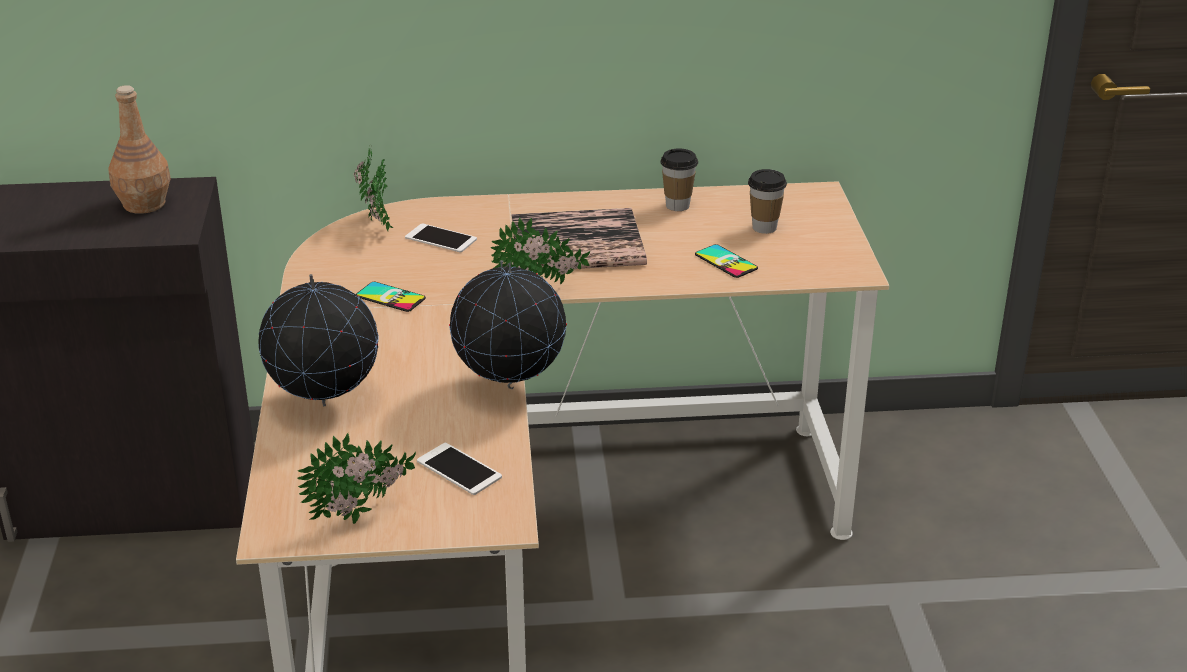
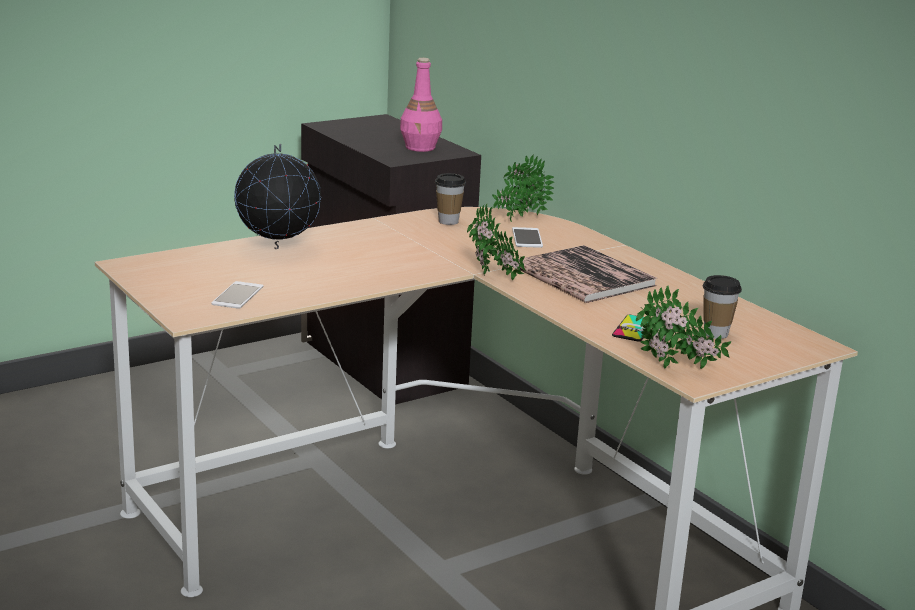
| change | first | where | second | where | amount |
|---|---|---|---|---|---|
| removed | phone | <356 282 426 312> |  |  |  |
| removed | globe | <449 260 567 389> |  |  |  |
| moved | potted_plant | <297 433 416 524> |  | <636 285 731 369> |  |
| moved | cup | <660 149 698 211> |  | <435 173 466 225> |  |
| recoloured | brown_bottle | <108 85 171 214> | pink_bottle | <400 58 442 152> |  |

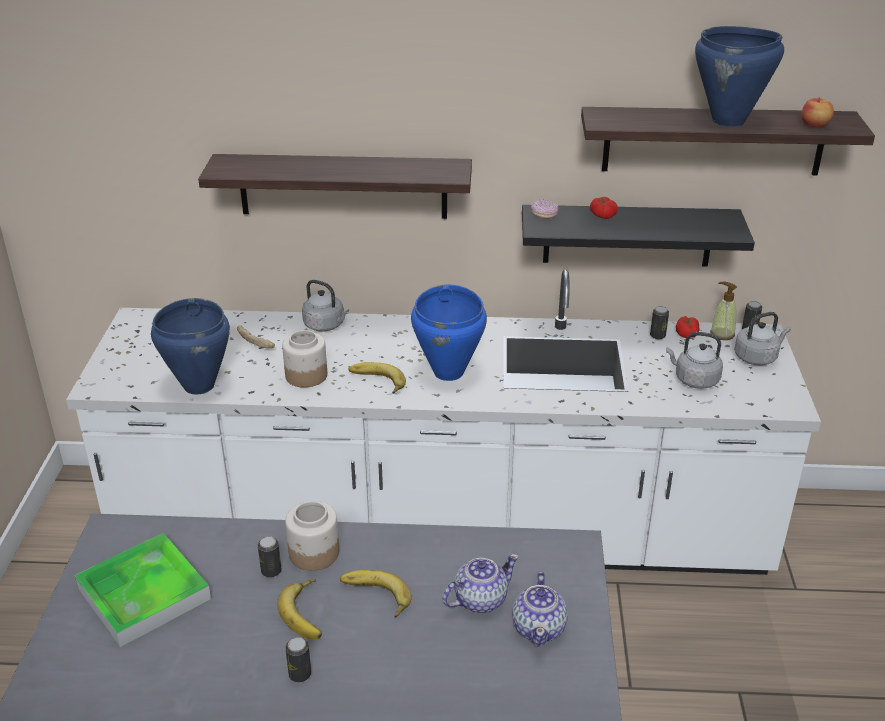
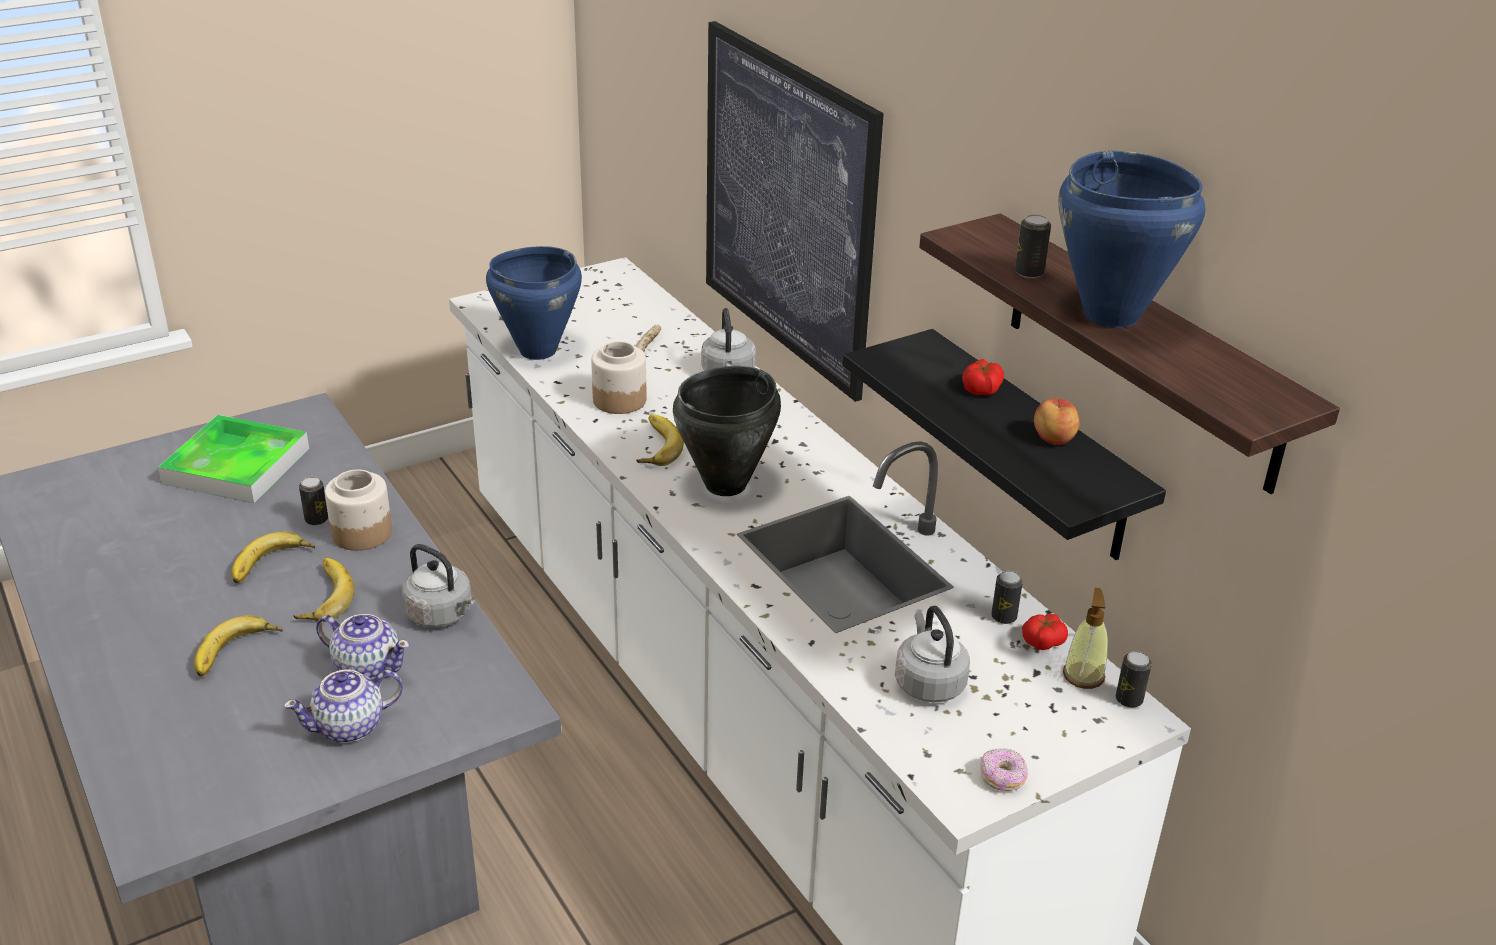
| change | first | where | second | where | amount |
|---|---|---|---|---|---|
| added |  |  | banana | <194 615 283 677> |  |
| moved | can | <285 637 311 682> |  | <1015 215 1051 278> |  |
| moved | donut | <531 199 558 219> |  | <980 749 1028 791> |  |
| moved | grey_kettle | <734 312 791 365> |  | <402 544 475 627> |  |
| moved | apple | <801 97 834 127> |  | <1034 398 1080 445> |  |
| replaced | shelf | <198 154 472 219> | picture | <706 21 884 402> |  |
| recoloured | blue_cooking_pot | <411 284 487 381> | black_cooking_pot | <673 366 781 496> |  |

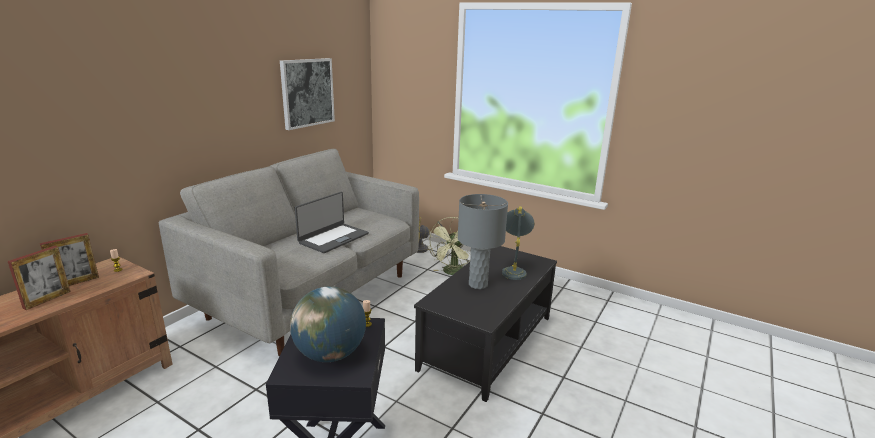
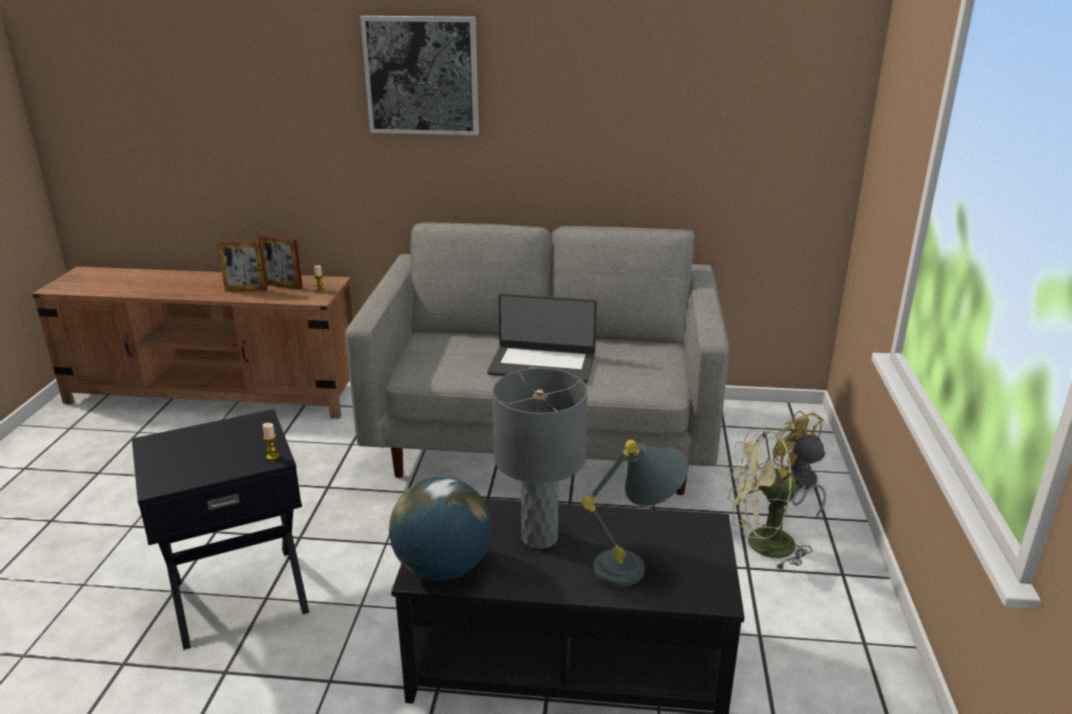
| change | first | where | second | where | amount |
|---|---|---|---|---|---|
| moved | picture | <280 58 335 130> |  | <360 16 479 135> |  |
| moved | globe | <290 286 366 362> |  | <389 477 492 581> |  |

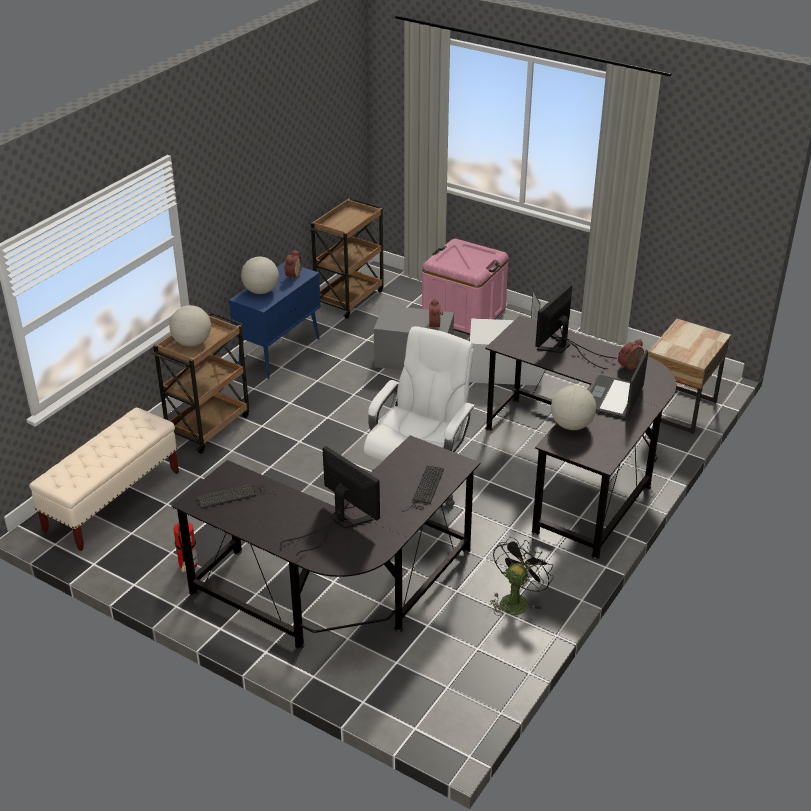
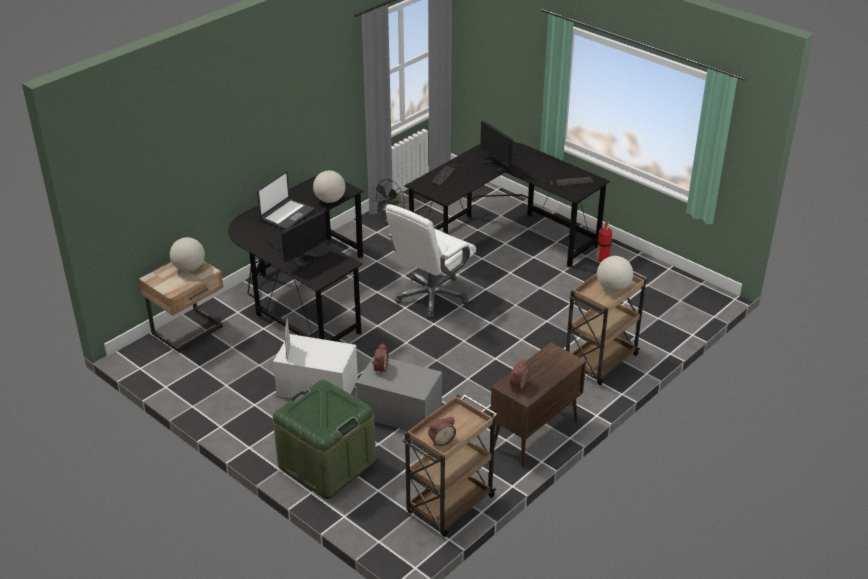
| change | first | where | second | where | amount |
|---|---|---|---|---|---|
| removed | beige_bench | <29 408 179 551> |  |  |  |
| moved | globe | <241 256 279 294> |  | <170 237 205 272> |  |
| moved | alarm_clock | <618 339 644 370> |  | <428 417 456 446> |  |
| recoloured | blue_cabinet | <229 262 321 379> | brown_cabinet | <490 343 586 467> |  |
| recoloured | pink_storage_box | <422 239 508 335> | green_storage_box | <273 380 376 499> |  |

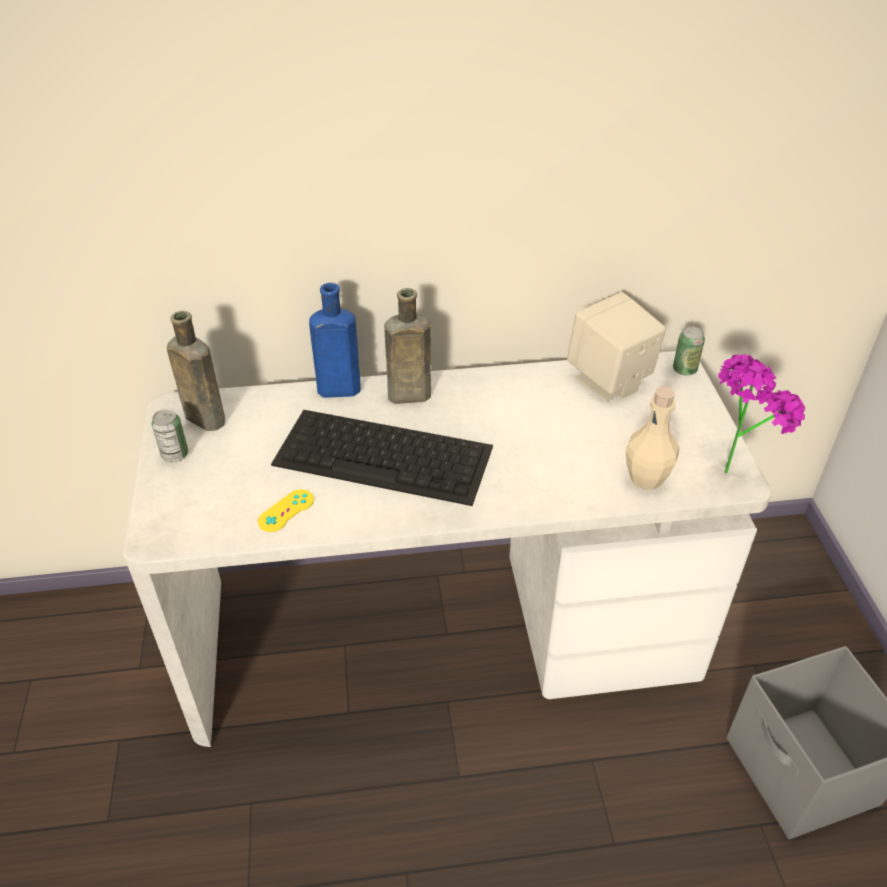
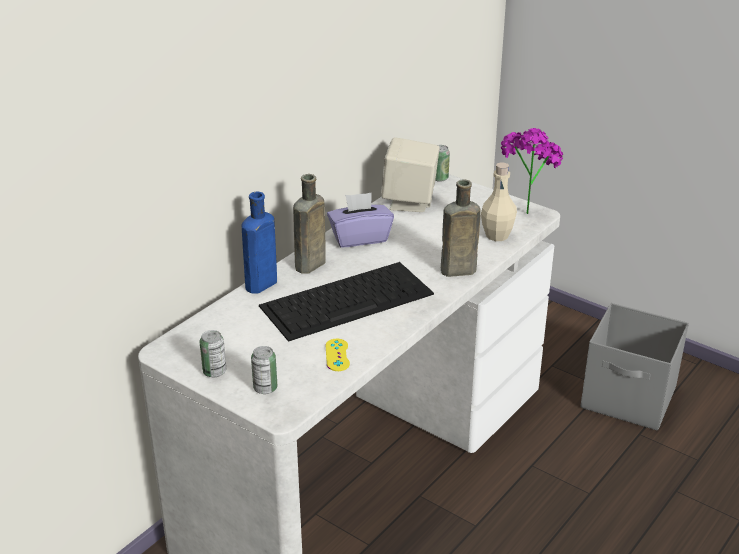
| change | first | where | second | where | amount |
|---|---|---|---|---|---|
| added |  |  | can | <251 346 278 394> |  |
| added |  |  | purple_tissue_box | <327 192 394 248> |  |
| moved | brown_bottle | <167 311 225 431> |  | <441 179 481 277> |  |

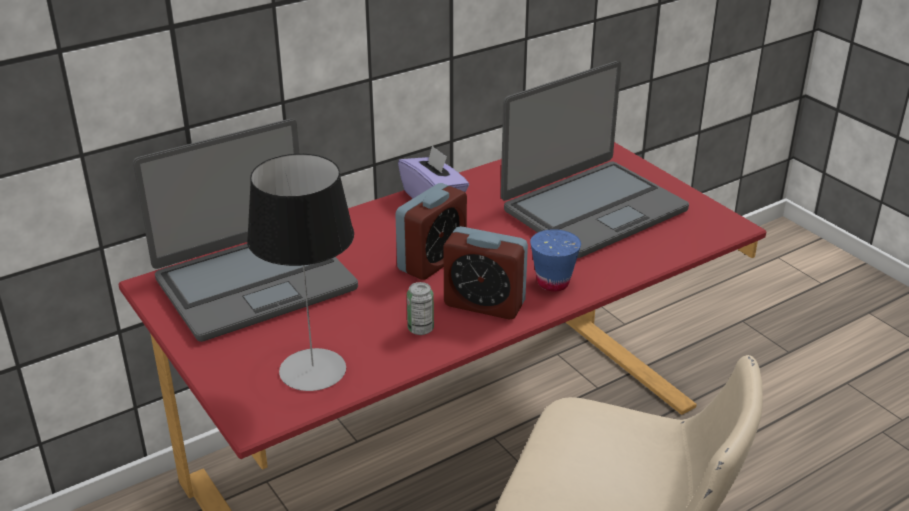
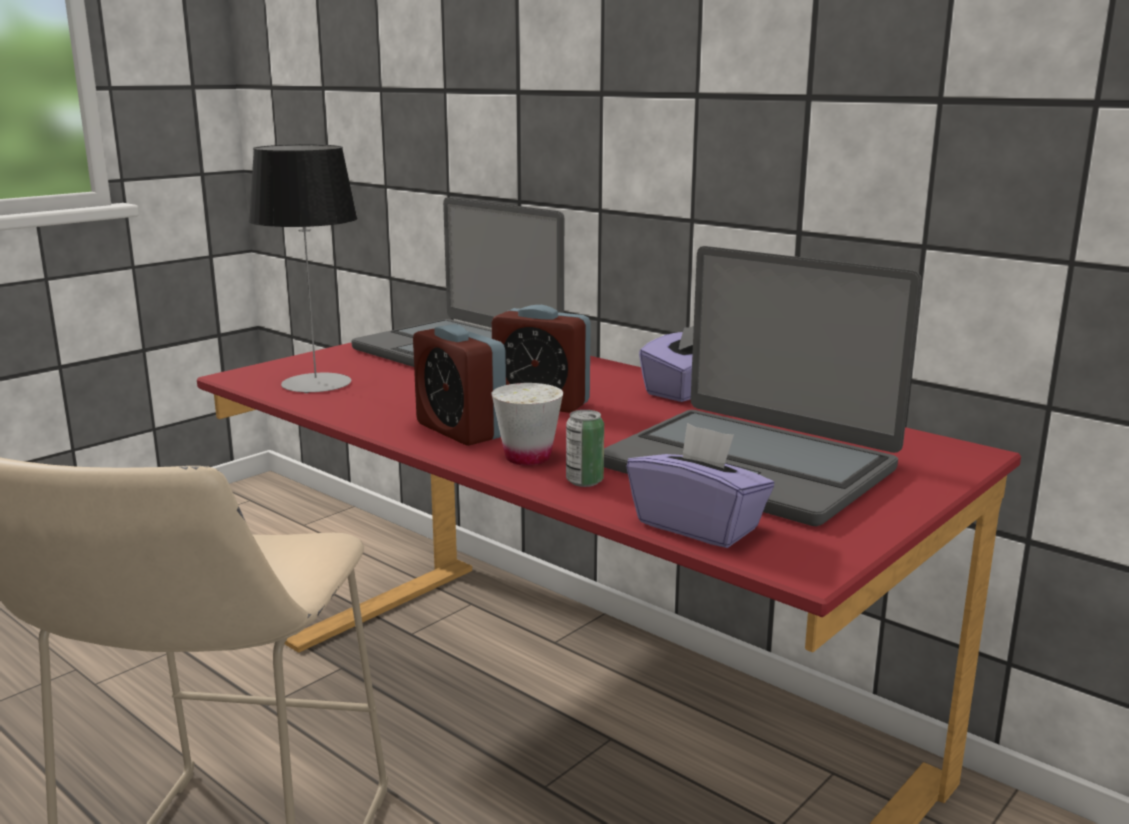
| change | first | where | second | where | amount |
|---|---|---|---|---|---|
| added |  |  | purple_tissue_box | <626 423 774 548> |  |
| moved | can | <407 282 434 335> |  | <566 410 604 487> |  |
| recoloured | blue_cup | <530 229 581 291> | white_cup | <491 383 563 465> |  |
| turned | alarm_clock | <444 226 528 319> |  | <413 324 506 446> | 45 degrees counterclockwise |

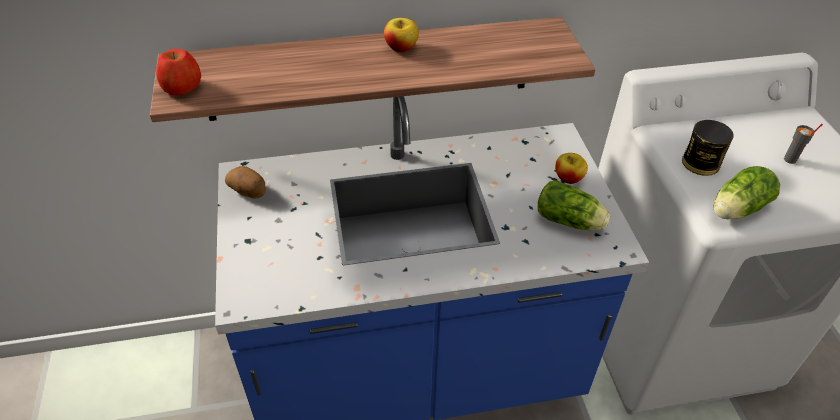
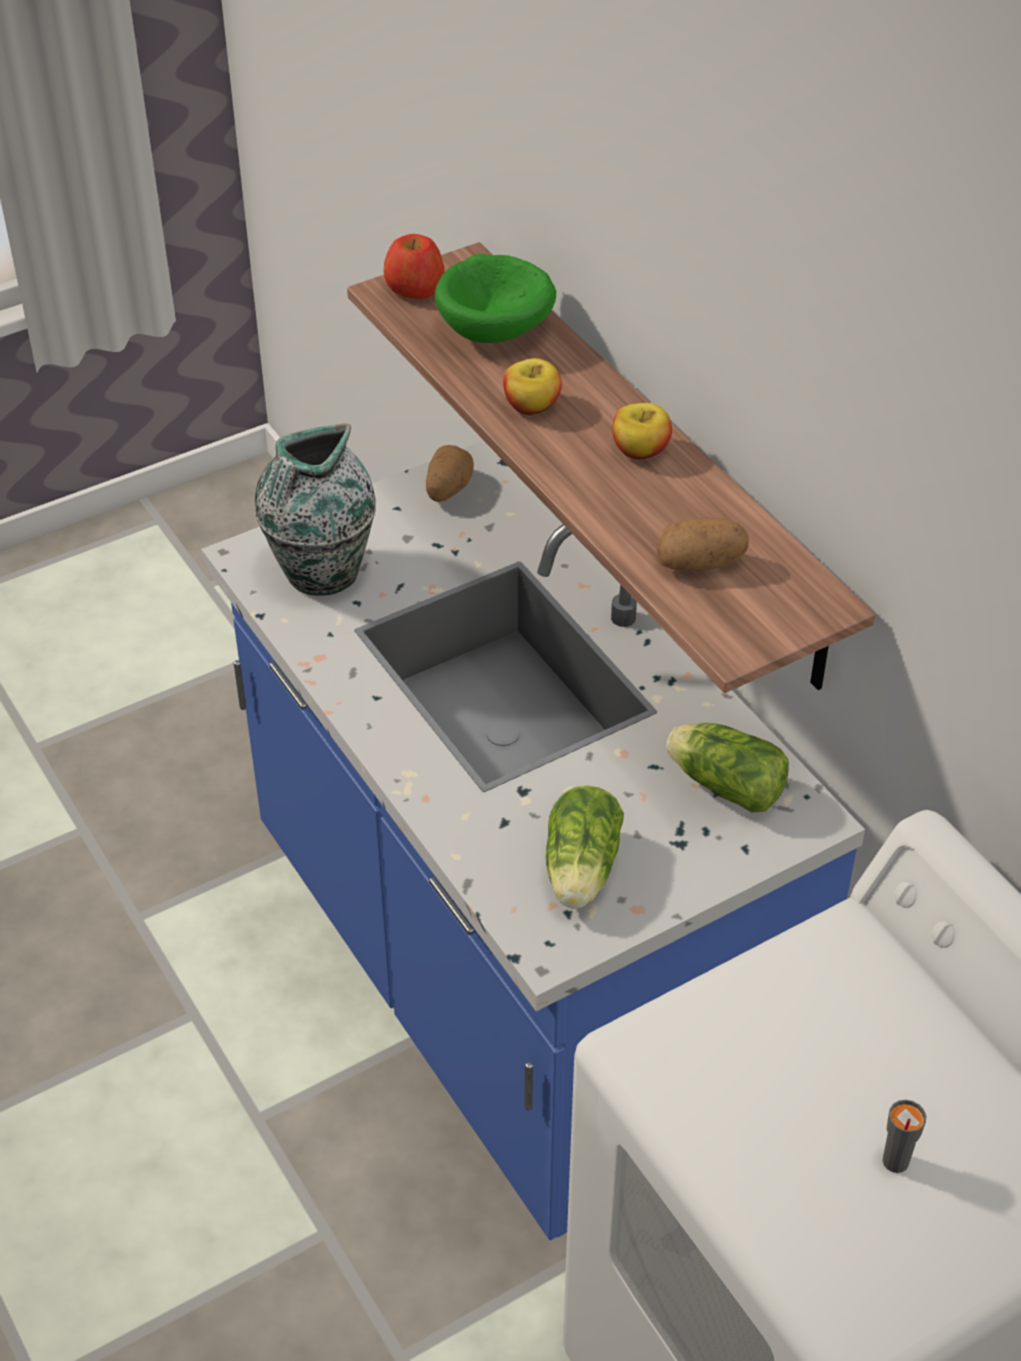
| change | first | where | second | where | amount |
|---|---|---|---|---|---|
| removed | can | <682 120 734 176> |  |  |  |
| added |  |  | vase | <255 424 376 596> |  |
| added |  |  | green_bowl | <435 254 556 343> |  |
| added |  |  | potato | <657 518 748 571> |  |
| moved | apple | <555 153 588 184> |  | <503 358 562 415> |  |
| moved | lettuce | <713 166 780 219> |  | <666 723 789 812> |  |

